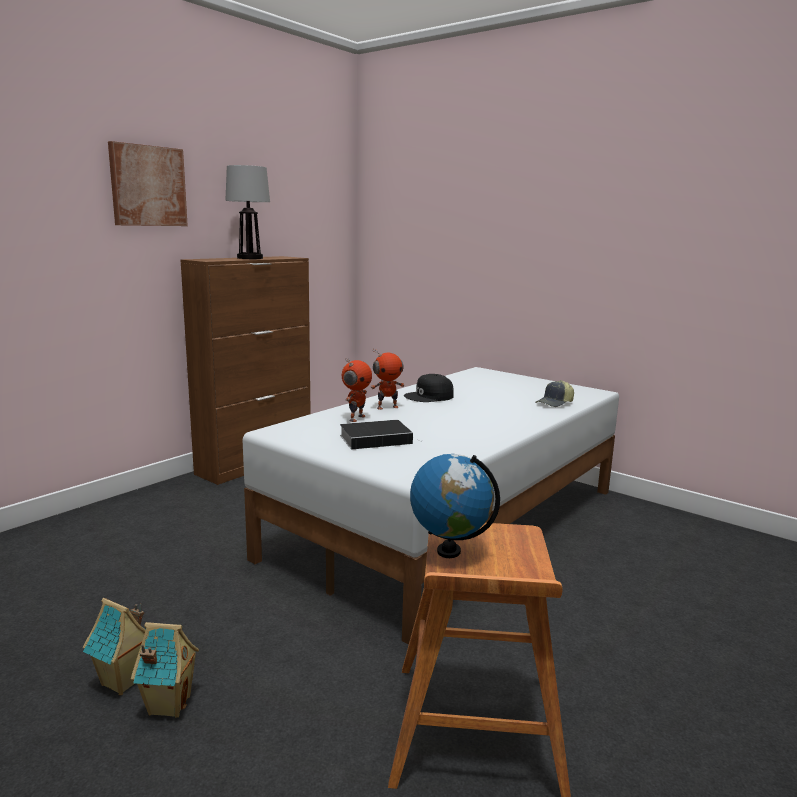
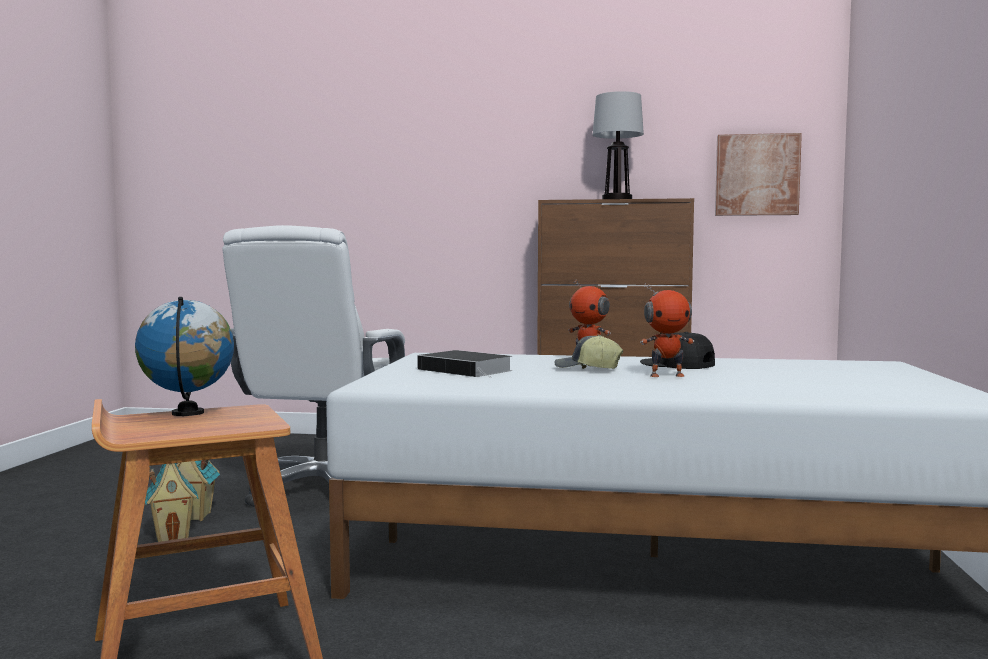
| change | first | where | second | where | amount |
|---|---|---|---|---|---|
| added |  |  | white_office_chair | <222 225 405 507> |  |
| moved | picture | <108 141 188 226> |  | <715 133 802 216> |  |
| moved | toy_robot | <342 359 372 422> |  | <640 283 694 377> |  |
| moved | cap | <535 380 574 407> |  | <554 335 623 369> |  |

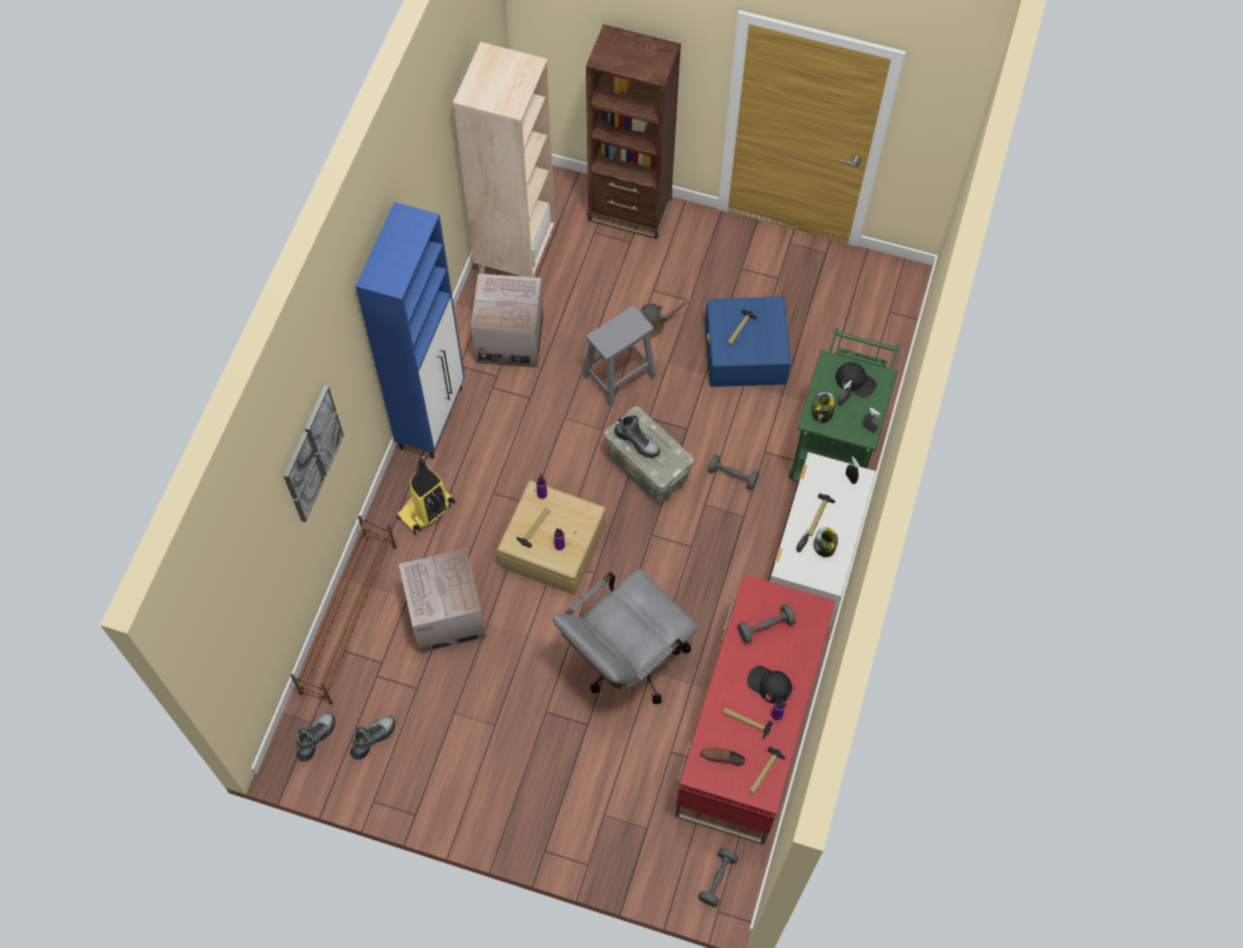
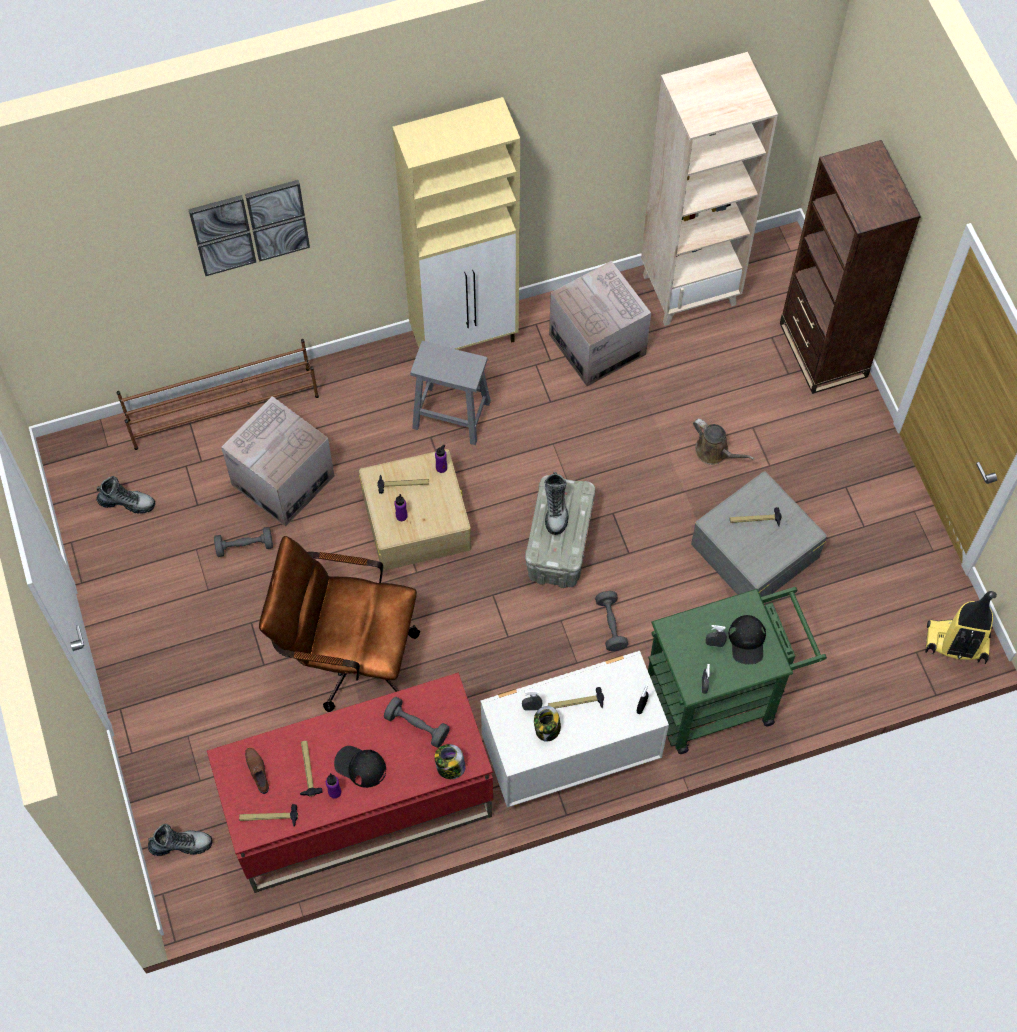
| change | first | where | second | where | amount |
|---|---|---|---|---|---|
| moved | boot | <296 712 335 761> |  | <148 824 213 856> |  |
| moved | vacuum_cleaner | <396 455 455 535> |  | <925 591 997 664> |  |
| moved | grey_stool | <583 305 656 407> |  | <410 341 491 445> |  |
| moved | grey_dumbbell | <698 848 739 907> |  | <214 527 273 557> |  |
| moved | jar | <812 392 835 423> |  | <434 744 466 779> |  |
| recoloured | blue_cabinet | <355 202 465 459> | beige_cabinet | <392 97 520 350> |  |
| recoloured | grey_office_chair | <552 569 698 704> | brown_office_chair | <259 536 420 712> |  |
| recoloured | blue_storage_box | <705 297 791 387> | grey_storage_box | <691 471 827 597> |  |
| turned | black_cap | <747 666 792 704> |  | <334 746 386 788> | 60 degrees counterclockwise |

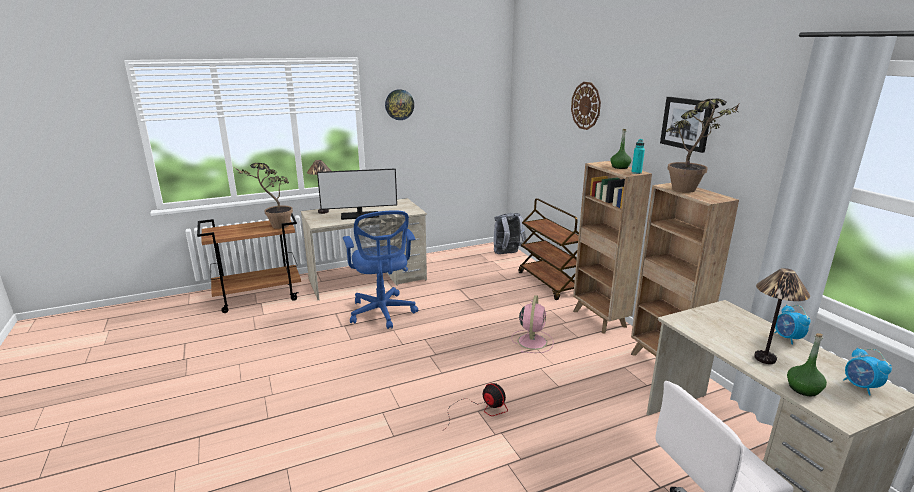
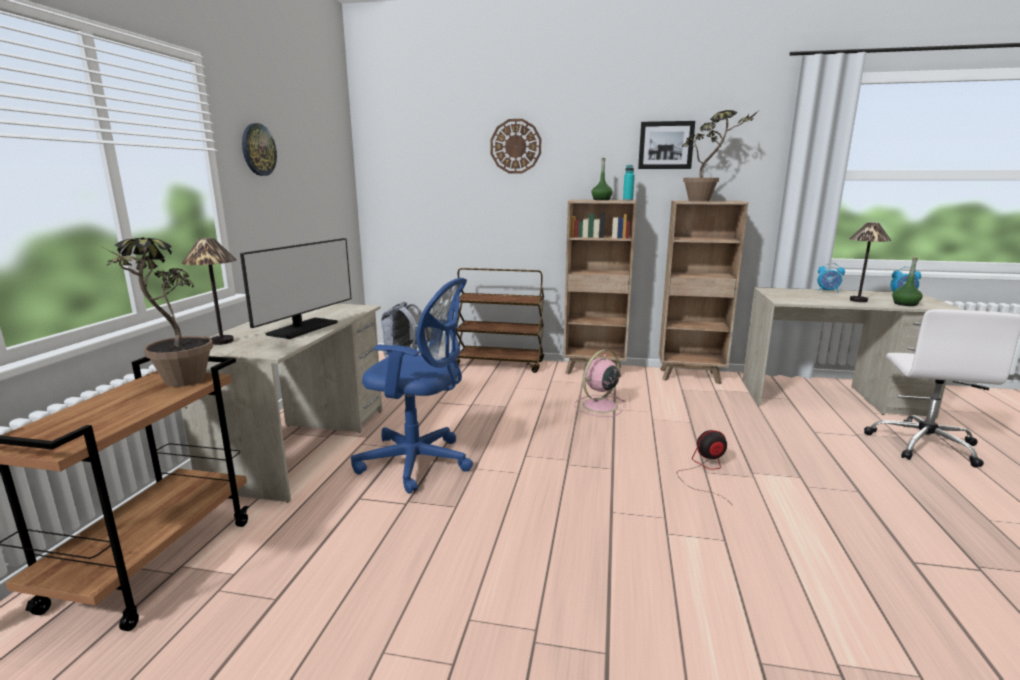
| change | first | where | second | where | amount |
|---|---|---|---|---|---|
| turned | pink_fan | <511 295 554 353> |  | <574 349 625 417> | 90 degrees counterclockwise |

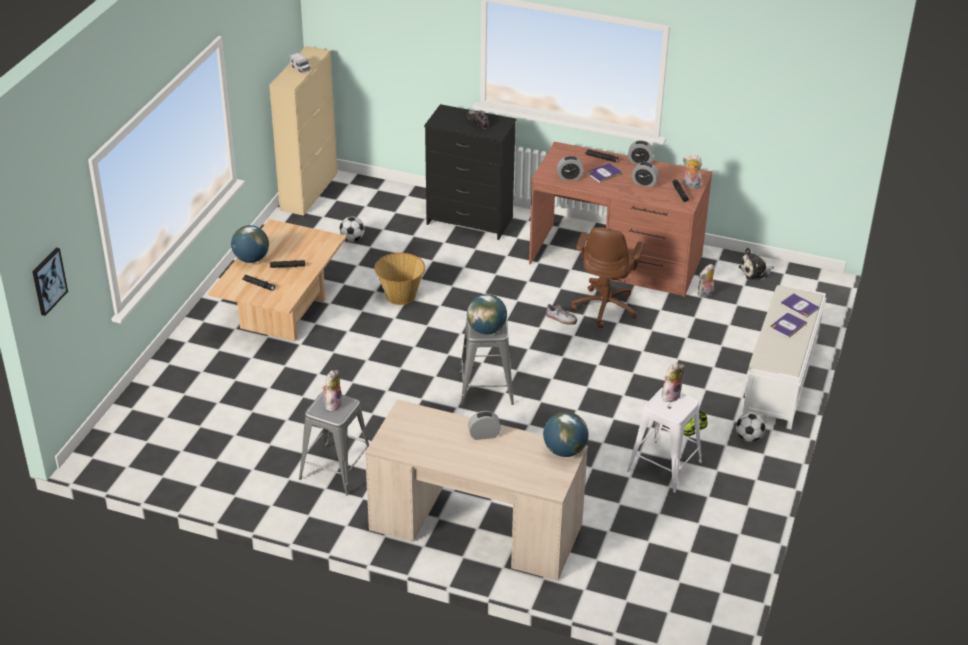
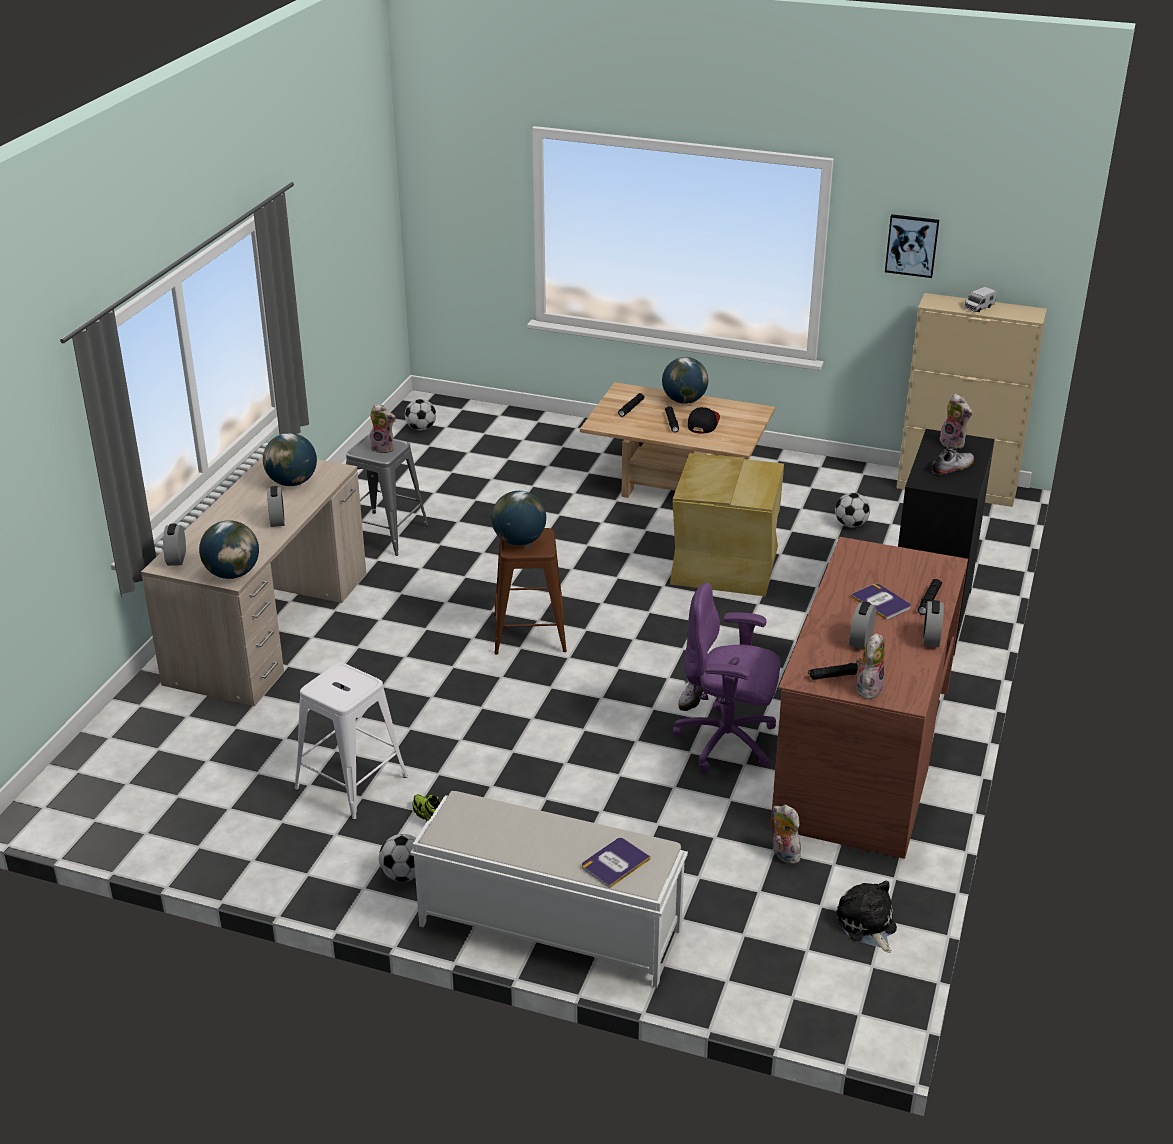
| change | first | where | second | where | amount |
|---|---|---|---|---|---|
| removed | book | <770 313 807 338> |  |  |  |
| added |  |  | globe | <263 433 317 486> |  |
| added |  |  | football | <405 399 436 431> |  |
| added |  |  | cap | <688 407 720 434> |  |
| moved | picture | <32 248 68 316> |  | <885 214 939 278> |  |
| moved | alarm_clock | <557 156 583 180> |  | <163 523 186 566> |  |
| moved | plush_toy | <662 363 684 402> |  | <940 393 972 449> |  |
| replaced | basket | <374 253 425 305> | beige_storage_box | <670 453 784 596> |  |
| recoloured | grey_stool | <459 319 514 406> | brown_stool | <494 528 567 654> |  |
| recoloured | brown_office_chair | <571 227 644 328> | purple_office_chair | <673 583 780 771> |  |

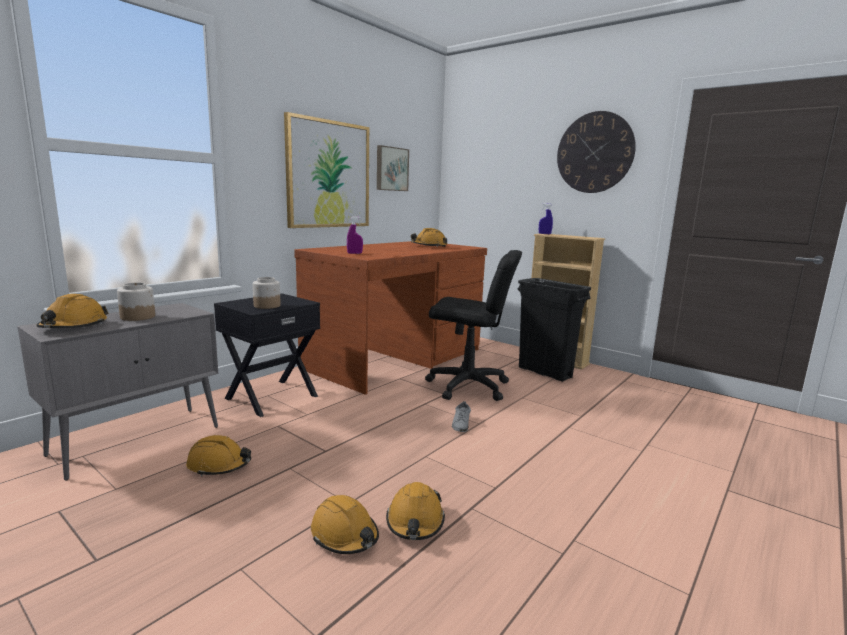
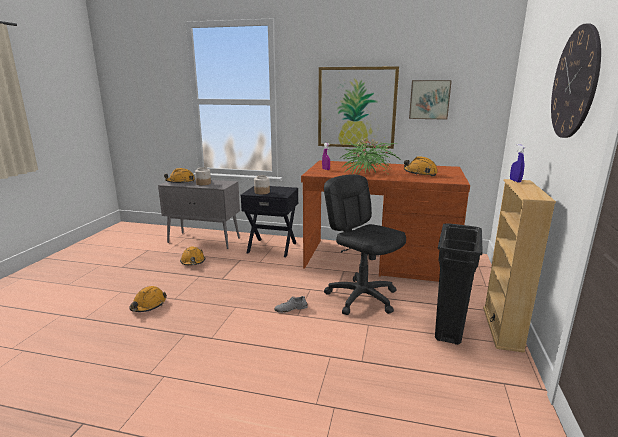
| change | first | where | second | where | amount |
|---|---|---|---|---|---|
| removed | orange_hard_hat | <386 482 445 540> |  |  |  |
| added |  |  | potted_plant | <341 138 399 174> |  |
| turned | black_office_chair | <425 250 522 401> |  | <324 174 406 315> | 150 degrees clockwise |

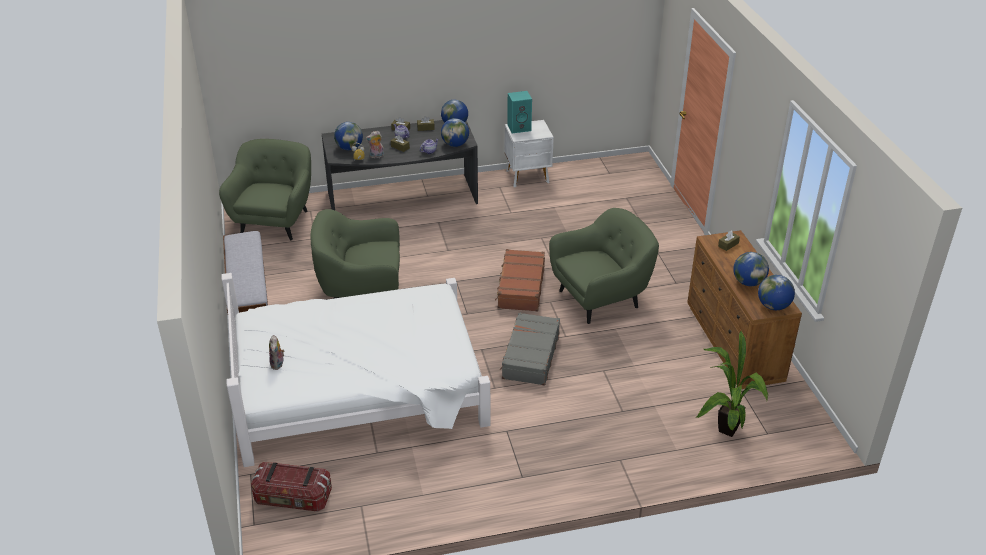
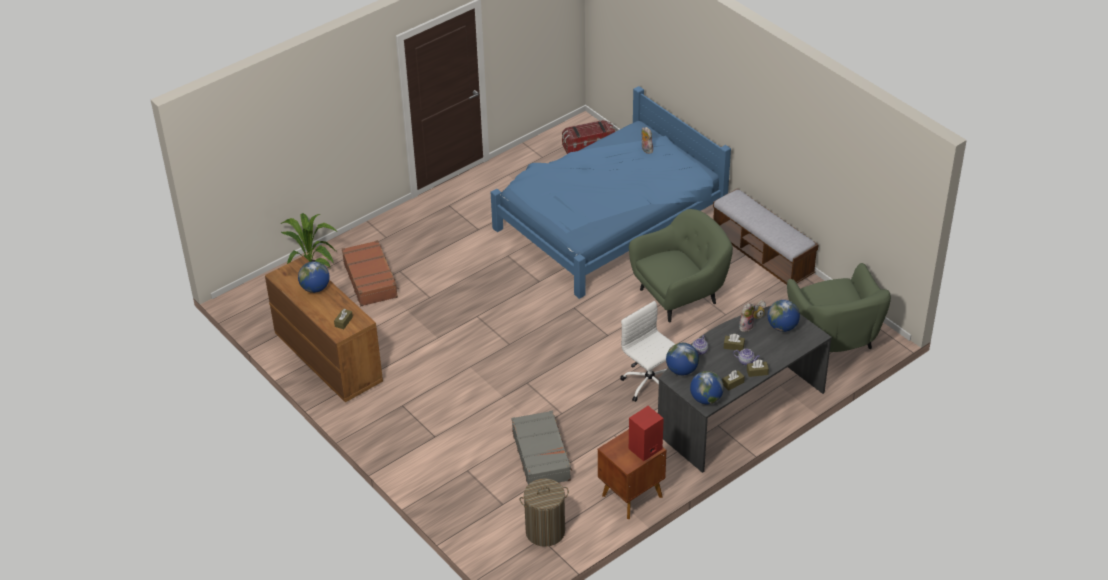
| change | first | where | second | where | amount |
|---|---|---|---|---|---|
| removed | green_armchair | <549 208 659 324> |  |  |  |
| removed | globe | <758 275 795 310> |  |  |  |
| added |  |  | laundry_basket | <520 478 569 547> |  |
| added |  |  | white_office_chair | <620 301 675 402> |  |
| moved | brown_suitcase | <495 249 545 311> |  | <342 240 399 306> |  |
| moved | grey_suitcase | <500 312 560 385> |  | <512 411 572 485> |  |
| recoloured | white_bed | <221 273 490 467> | blue_bed | <491 86 731 299> |  |
| recoloured | white_nightstand | <505 120 554 187> | brown_nightstand | <598 429 666 519> |  |
| recoloured | turquoise_speaker | <507 91 532 133> | red_speaker | <629 406 664 461> |  |

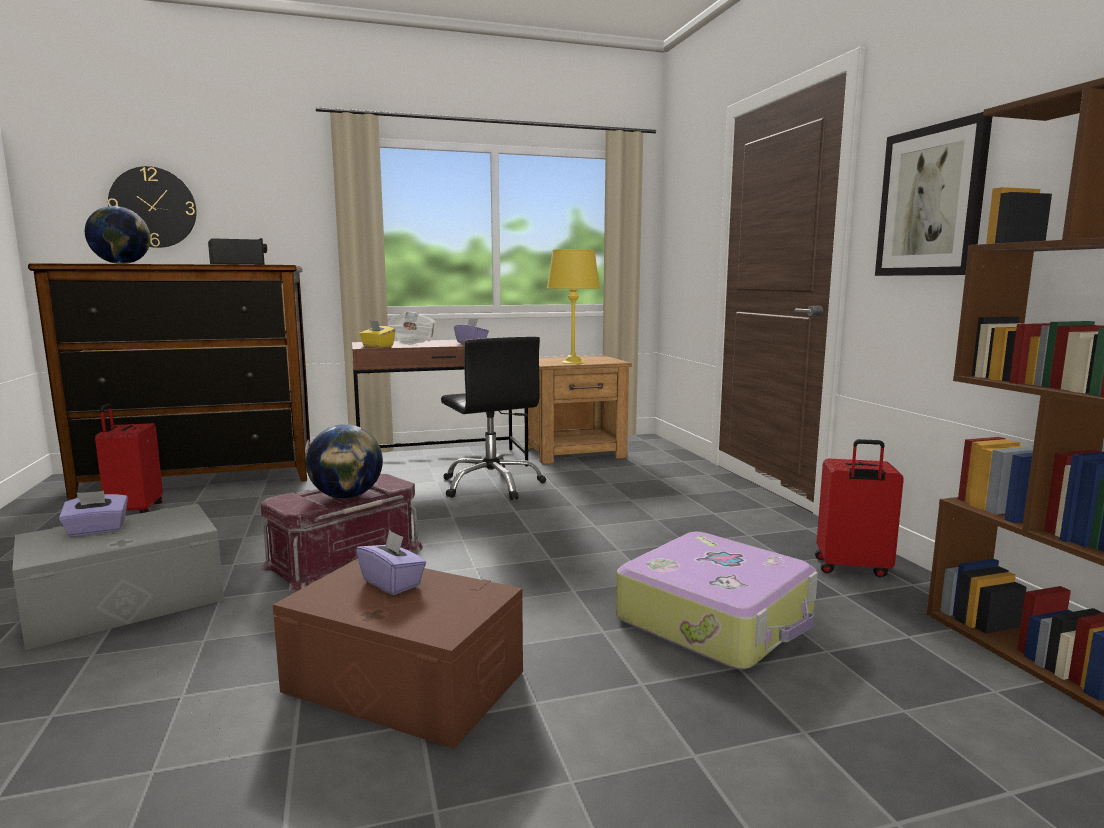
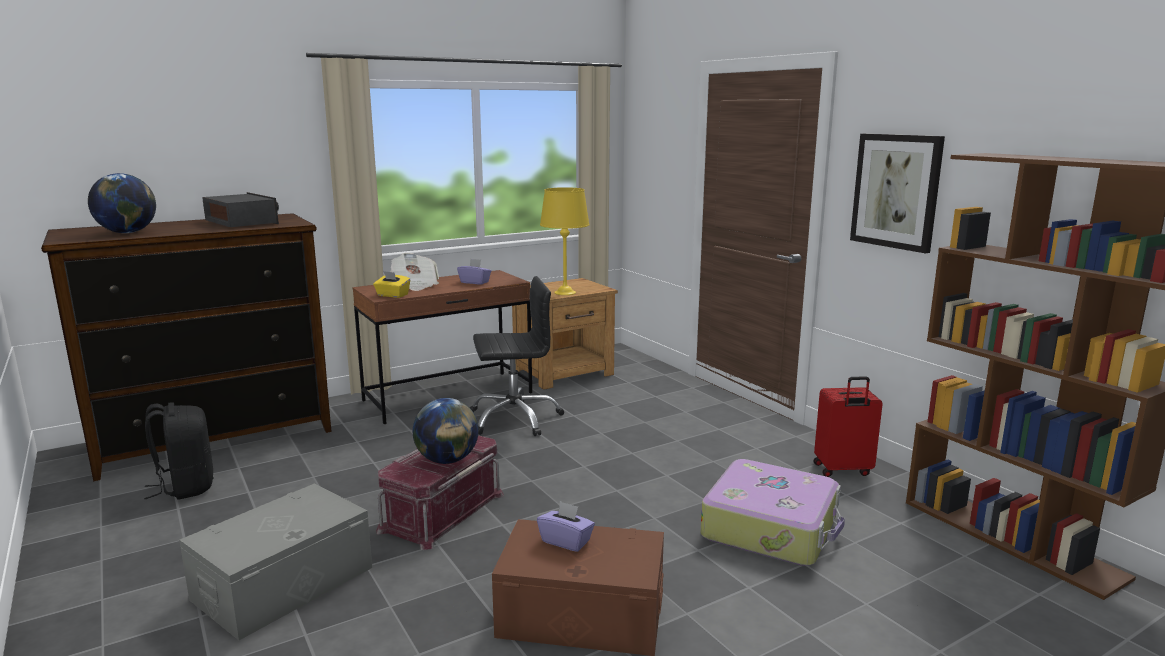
| change | first | where | second | where | amount |
|---|---|---|---|---|---|
| removed | purple_tissue_box | <59 491 128 536> |  |  |  |
| removed | wall_clock | <108 166 197 248> |  |  |  |
| replaced | red_suitcase | <95 403 163 513> | black_backpack | <144 402 213 499> |  |
| turned | black_office_chair | <441 337 546 500> |  | <469 276 564 436> | 60 degrees counterclockwise |

